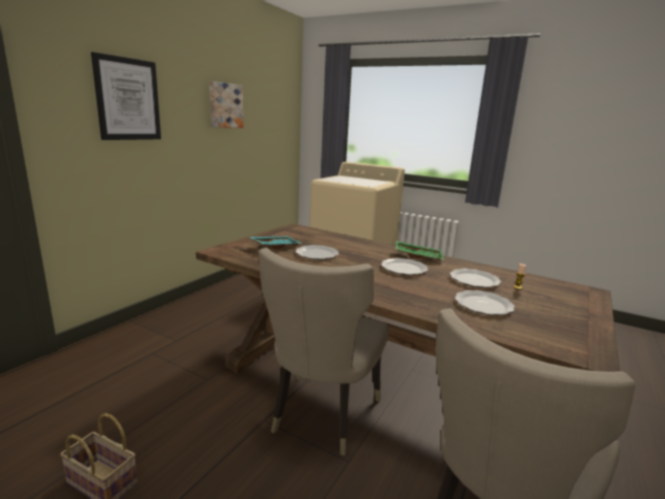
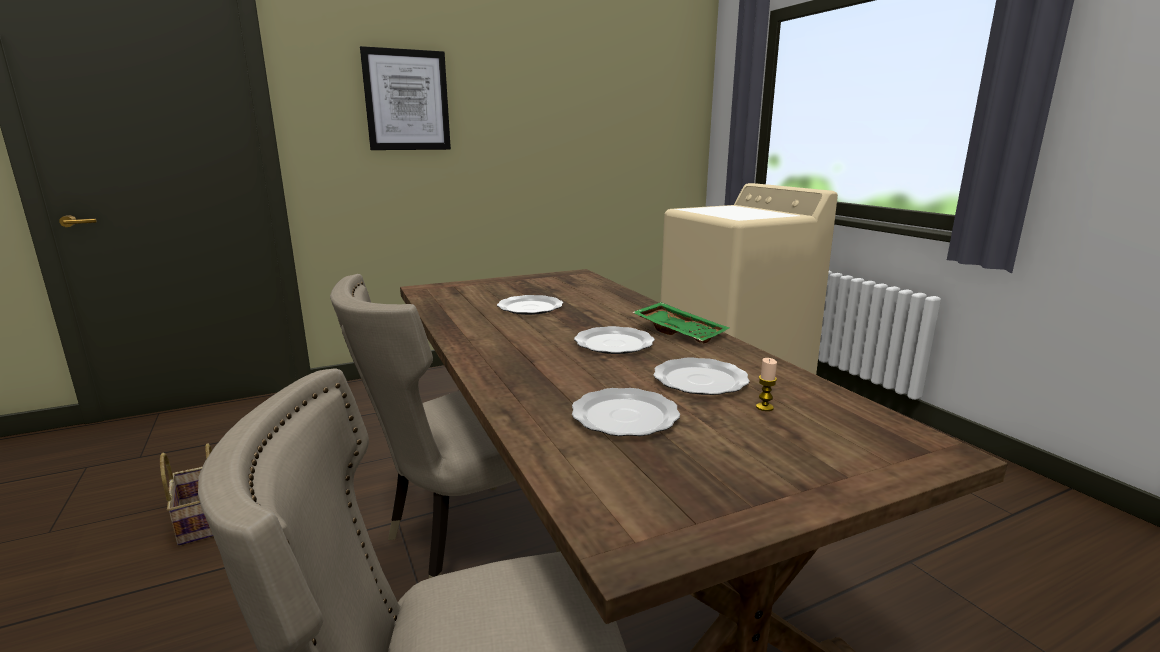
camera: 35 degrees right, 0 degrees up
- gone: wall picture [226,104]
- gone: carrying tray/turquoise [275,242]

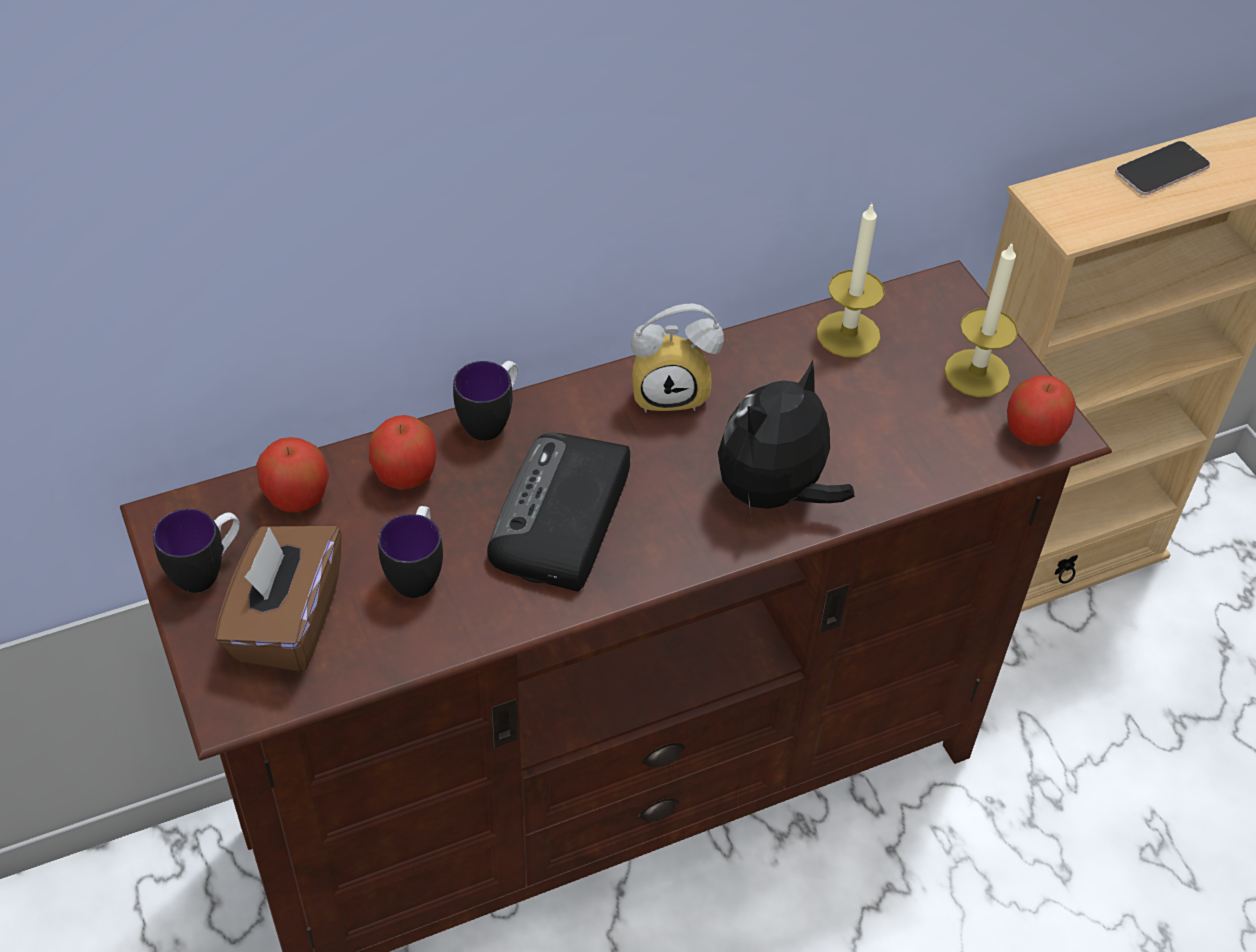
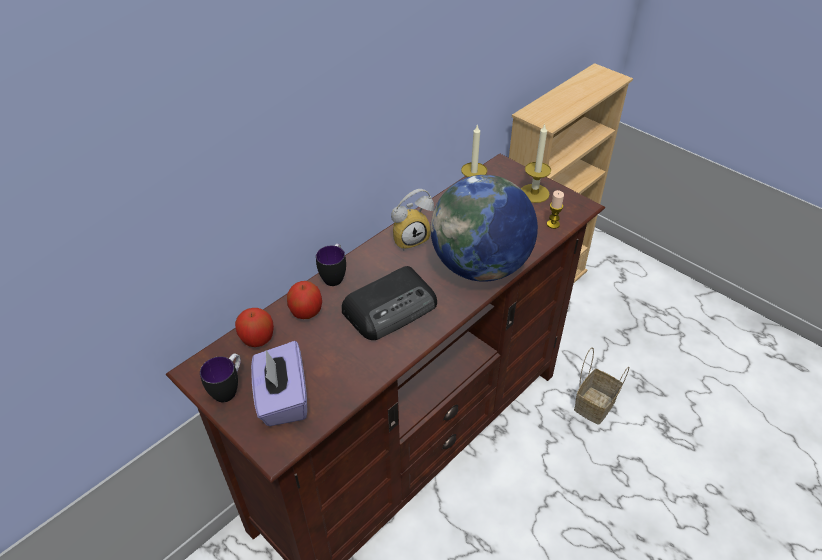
camera: 20 degrees left, 5 degrees down
- repainted: tissue holder/brown [278,599] to tissue holder/purple-coloured [279,383]
- rotated: radio receiver [558,512] = [389,303] 120 degrees counterclockwise
- swapped: plush toy [786,440] to world globe [484,228]
- new: wax light [555,209]
- new: household basket [601,386]
- gone: mug [410,552]
- gone: apple [1041,410]
- gone: handset [1162,168]

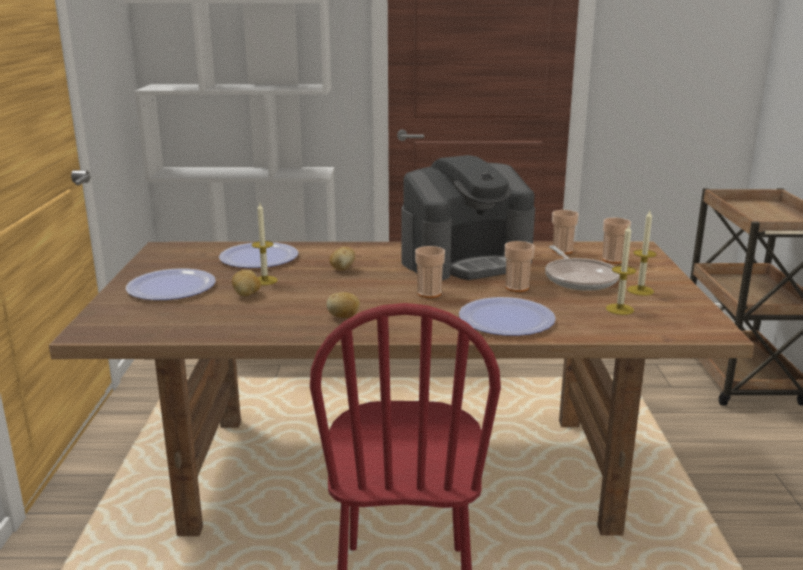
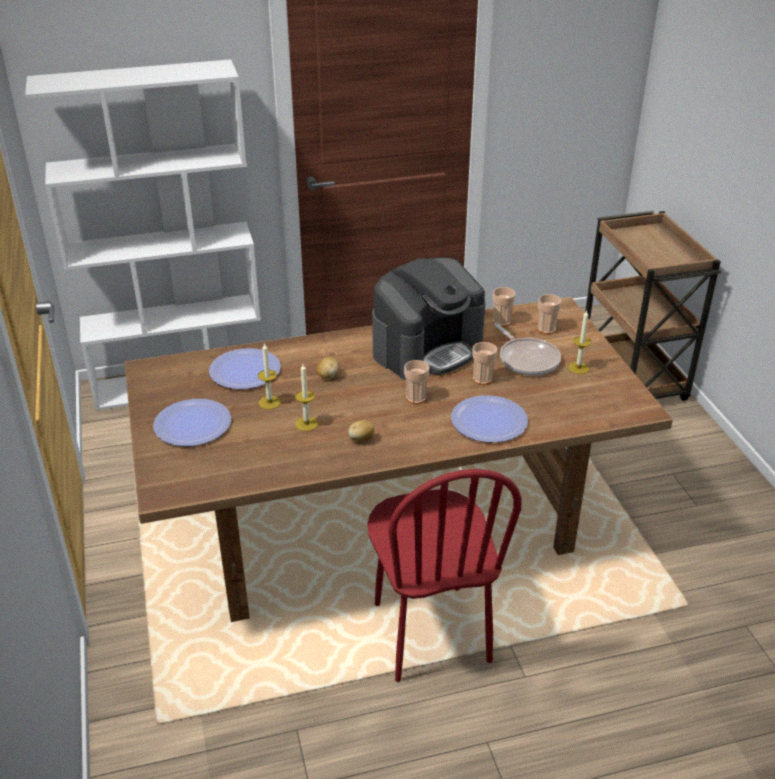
camera: 15 degrees left, 15 degrees up
- shifted: wax light [621,270] to [306,397]
- gone: whole potato [246,283]

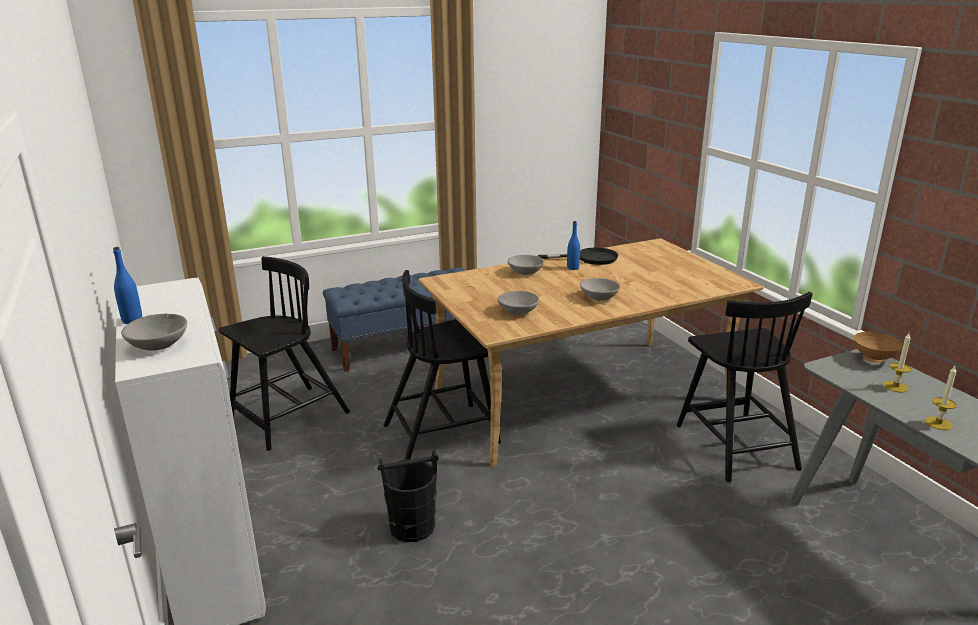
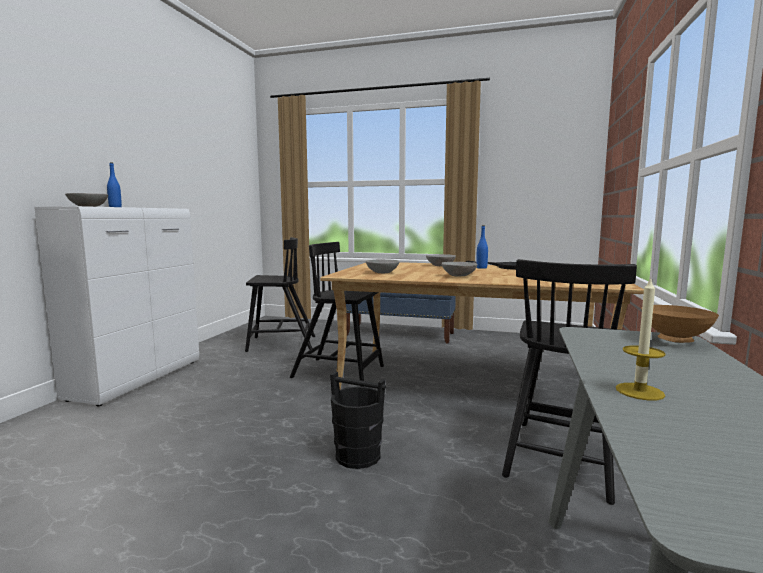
camera: 40 degrees right, 15 degrees down
- shifted: bucket/blackish [408,496] to [358,420]
- gone: wax light [897,362]

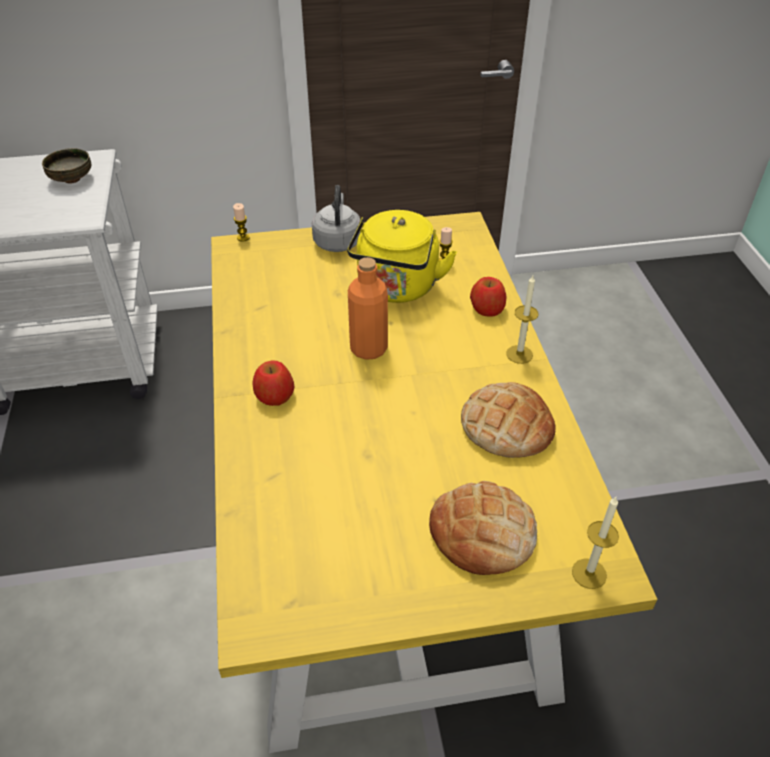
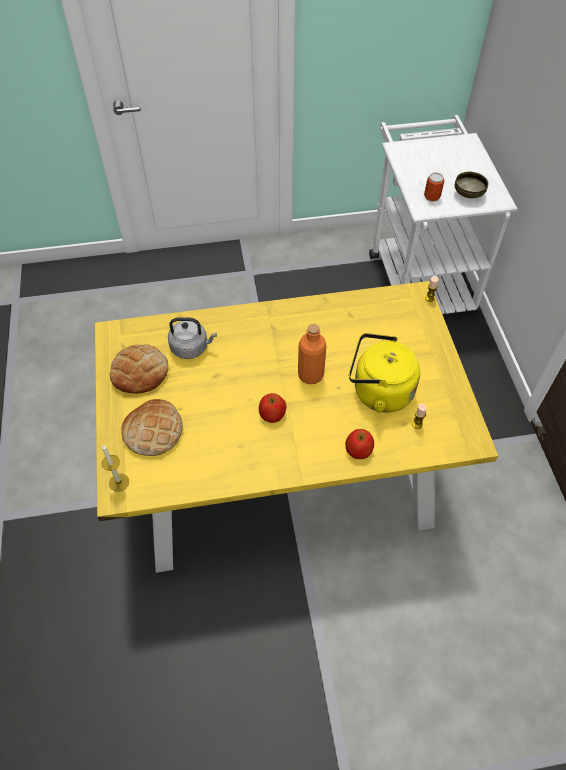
camera: 90 degrees right, 10 degrees up
- shifted: bread [508,420] to [139,369]
- shifted: water kettle/greyish [336,218] to [192,338]
- shifted: apple [273,383] to [272,408]
- new: can [434,187]
- gone: wax light [522,320]

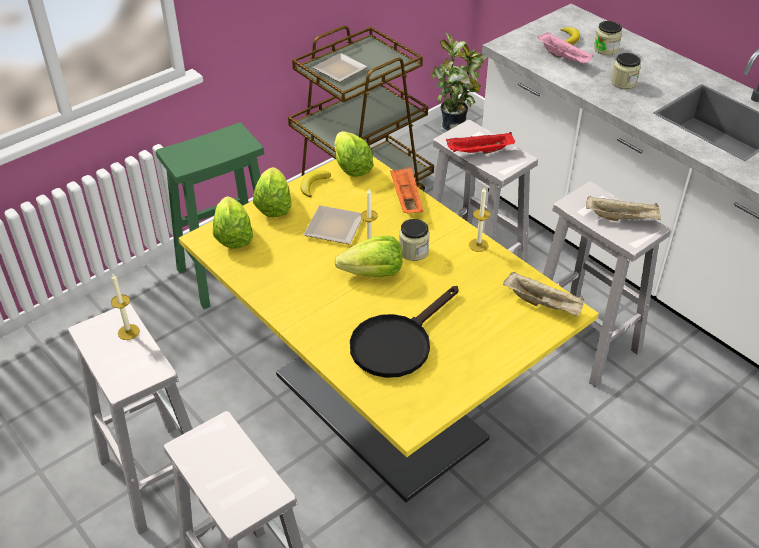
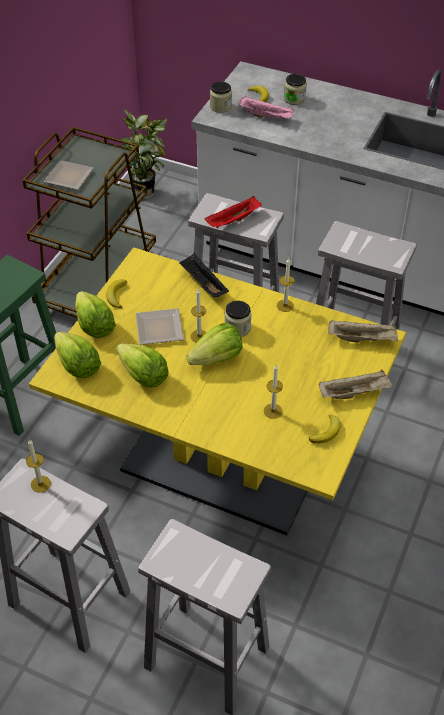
camera: 25 degrees left, 5 degrees up
- shifted: head of lettuce [354,154] to [142,365]
- repainted: carrying tray/orangey [406,190] to carrying tray/blackish [204,275]
- shifted: jar [626,71] to [221,97]
- swapped: skillet/blackish [404,332] to wax light [273,392]
- new: whole banana [325,429]
- shifted: carrying tray/beige-coloured [623,208] to [356,384]

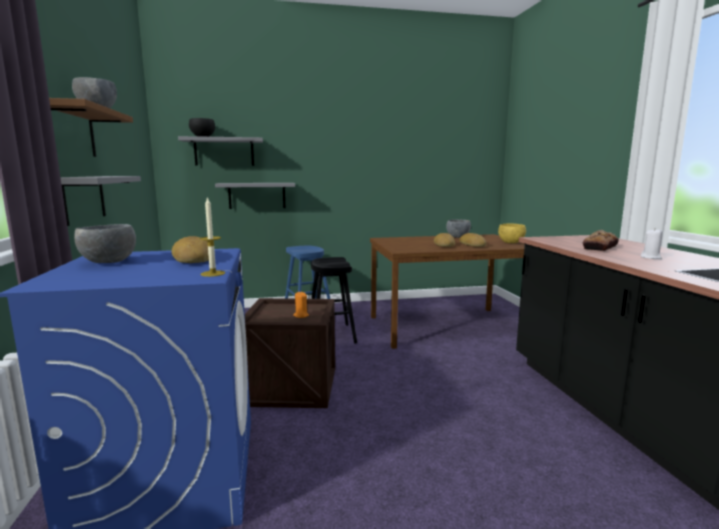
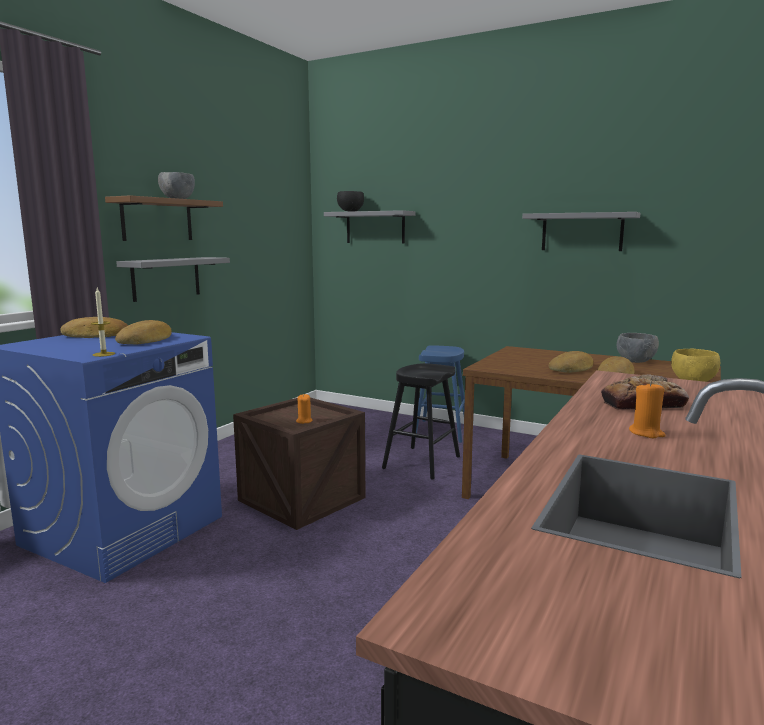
camera: 40 degrees right, 0 degrees up
- swapped: deep dish/greyish [105,243] to bread [94,327]
- shifted: shelf/greyish [255,196] to [581,231]
- repainted: wax light/white [652,244] to wax light/orangey [647,409]

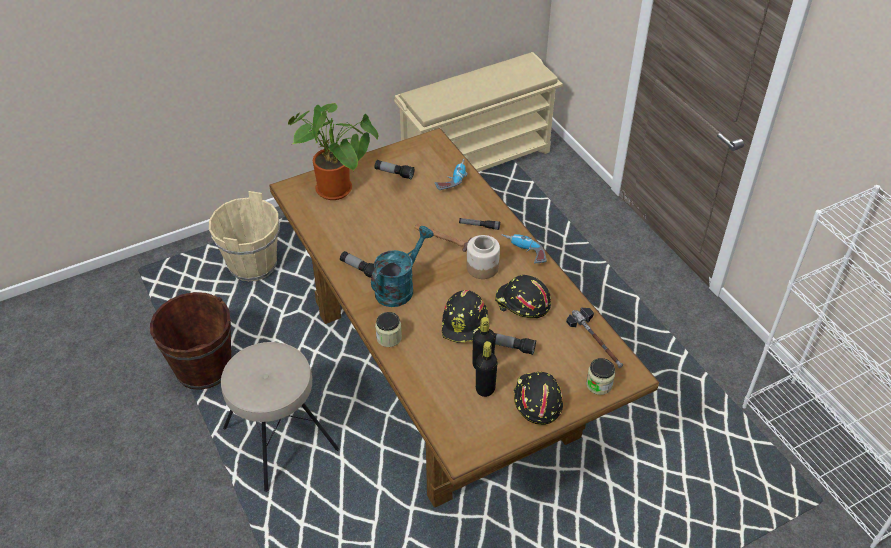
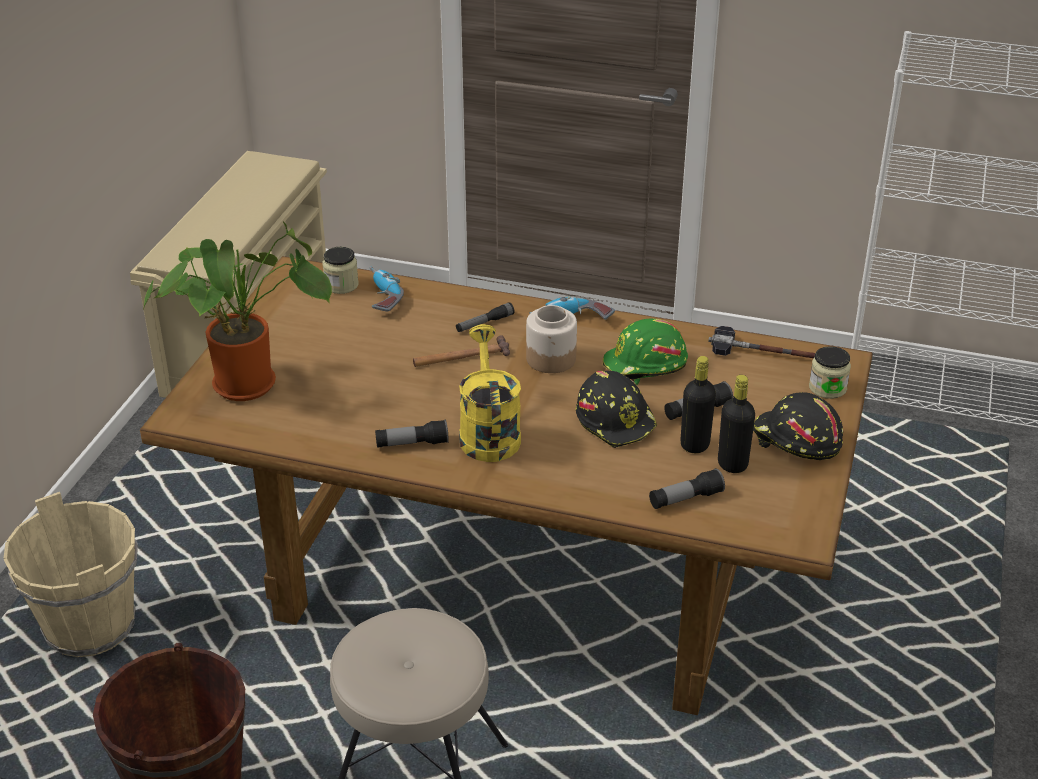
camera: 45 degrees left, 10 degrees down
- shifted: jar [388,329] to [341,270]
- repainted: watering can/turquoise [402,266] to watering can/yellow-coloured [490,393]
- repainted: work helmet/blackish [523,296] to work helmet/green-coloured [645,352]
- shifted: flashlight [394,170] to [687,488]

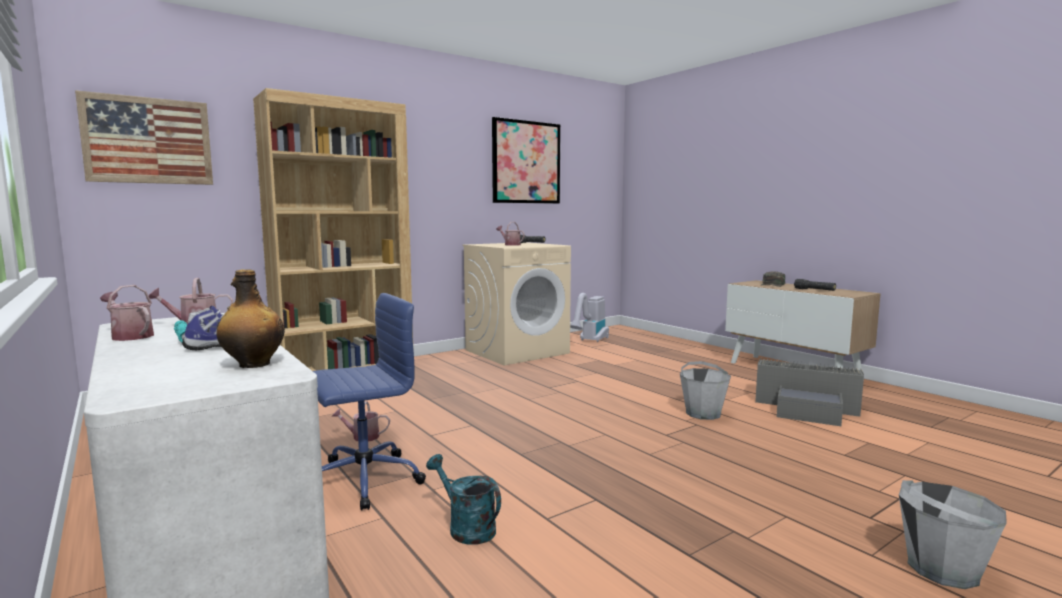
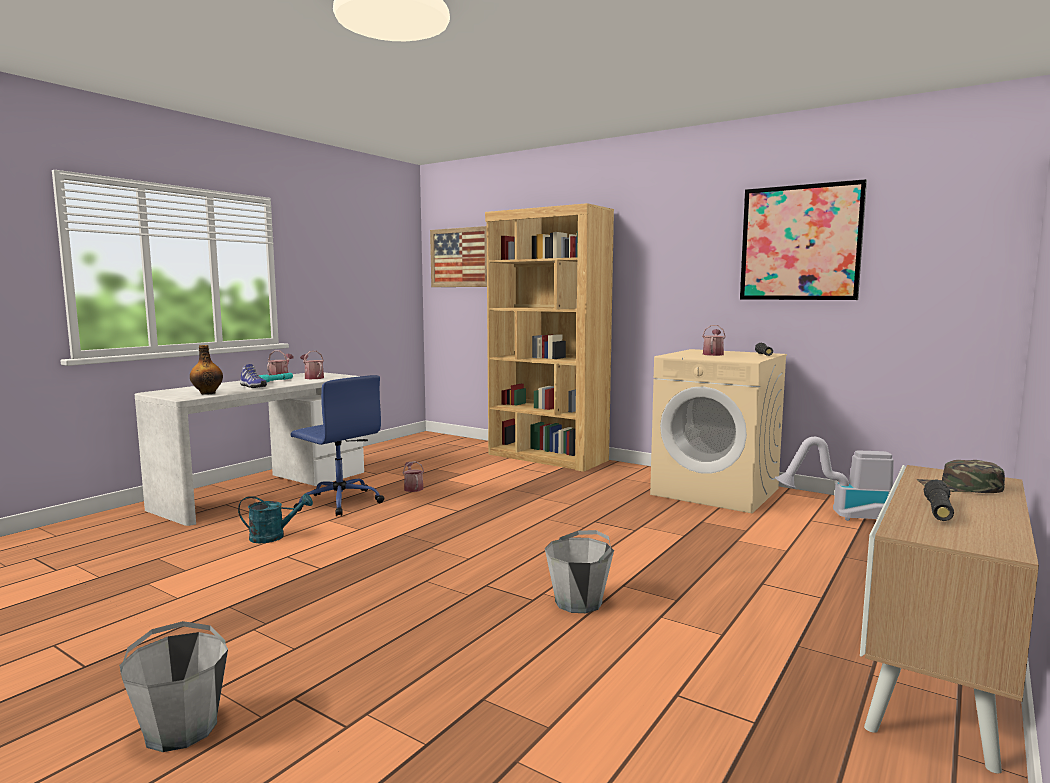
camera: 70 degrees right, 0 degrees up
- rotated: watering can/turquoise [463,499] = [275,518] 60 degrees clockwise
- gone: storage bin/greyish [809,392]

